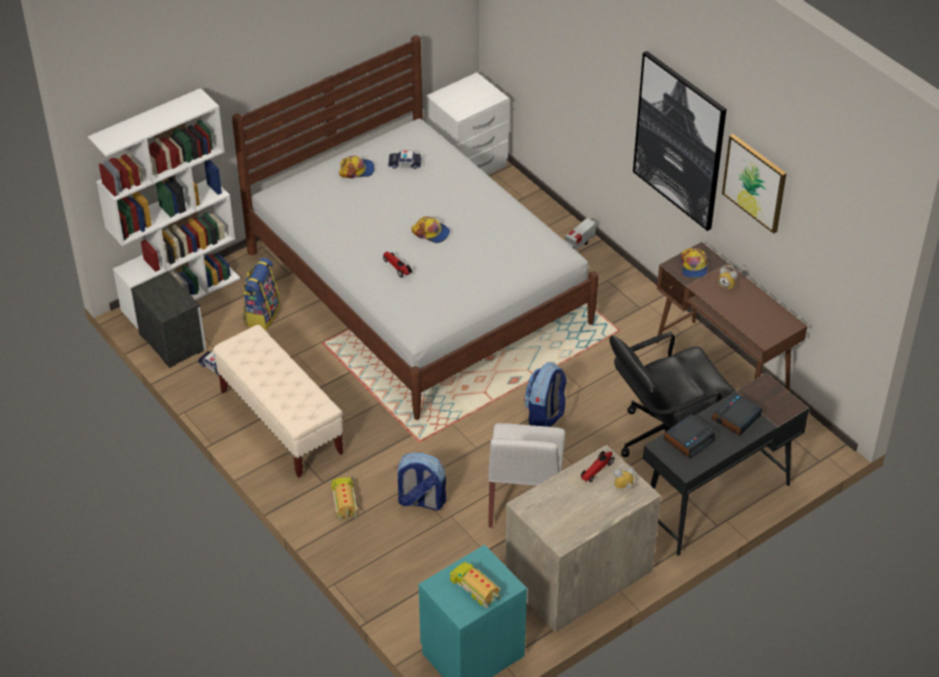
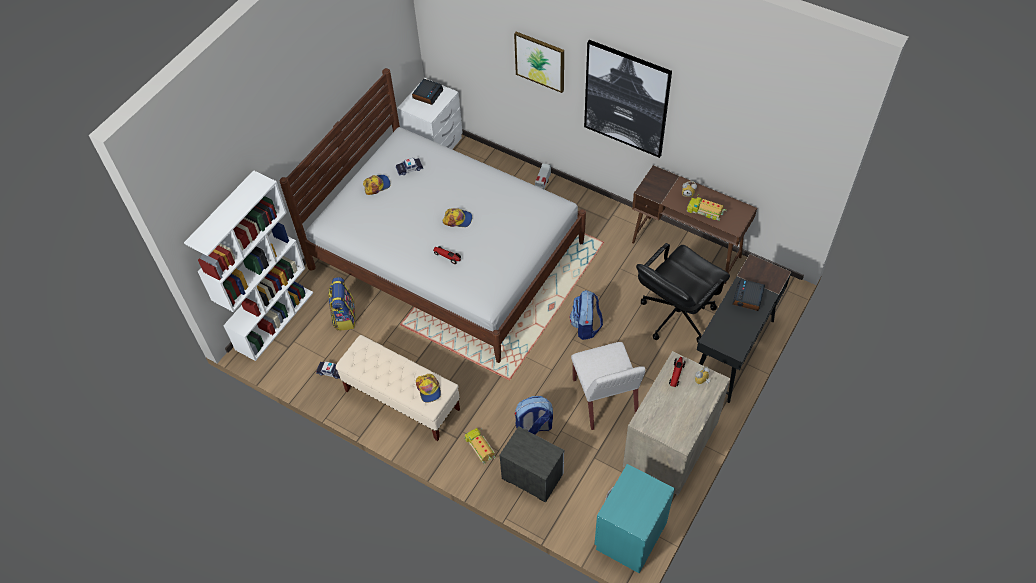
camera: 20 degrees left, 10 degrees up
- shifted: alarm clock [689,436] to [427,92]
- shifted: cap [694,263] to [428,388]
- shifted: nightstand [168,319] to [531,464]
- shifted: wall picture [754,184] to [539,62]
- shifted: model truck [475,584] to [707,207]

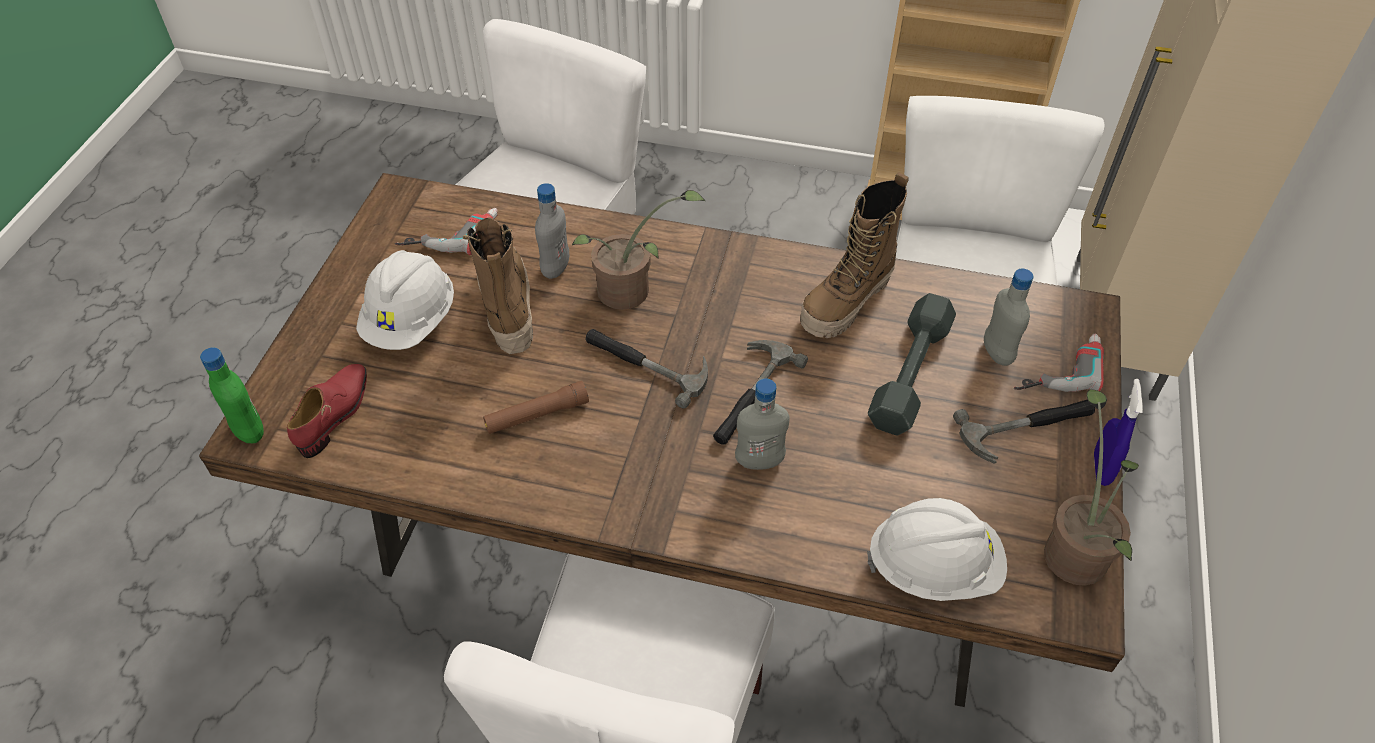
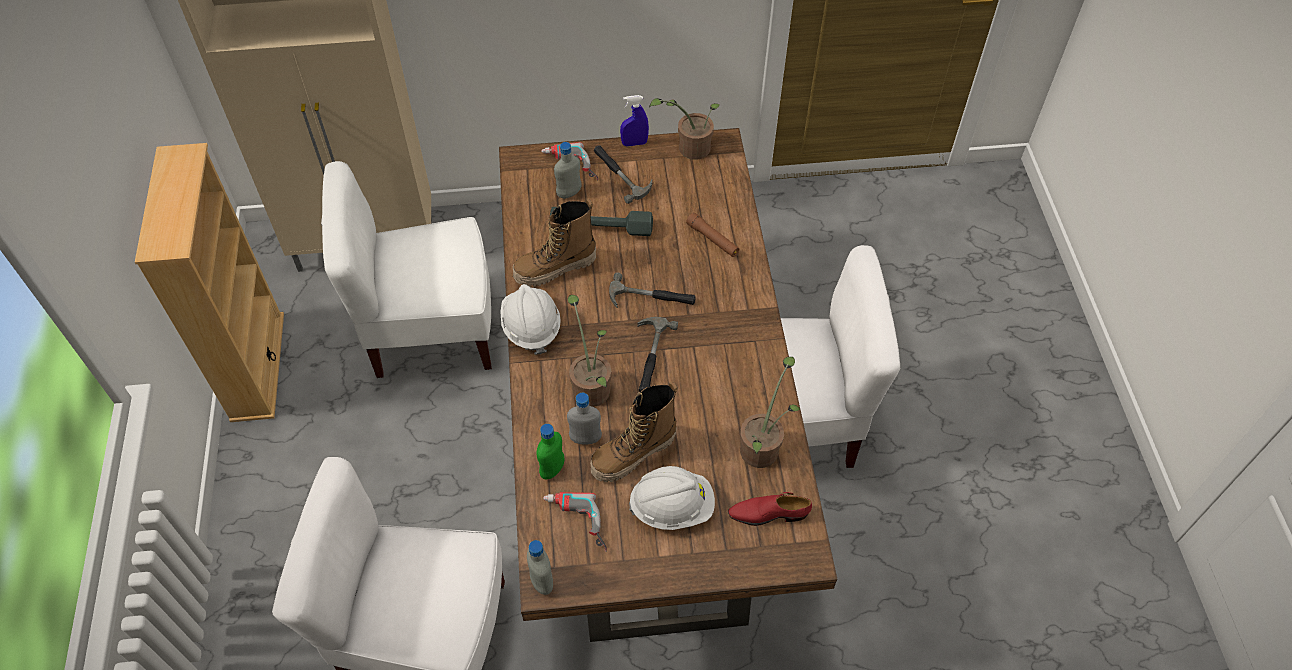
camera: 110 degrees left, 5 degrees up
- shifted: work helmet/white [937,549] to [530,319]
- rotated: tall boot [854,255] = [554,243] 135 degrees clockwise
- shifted: drink bottle/greyish [762,424] to [540,567]
- shifted: drink bottle/green-coloured [232,395] to [550,451]
- shifted: flashlight/brown [536,407] to [712,235]
- new: plant in a pot [770,412]

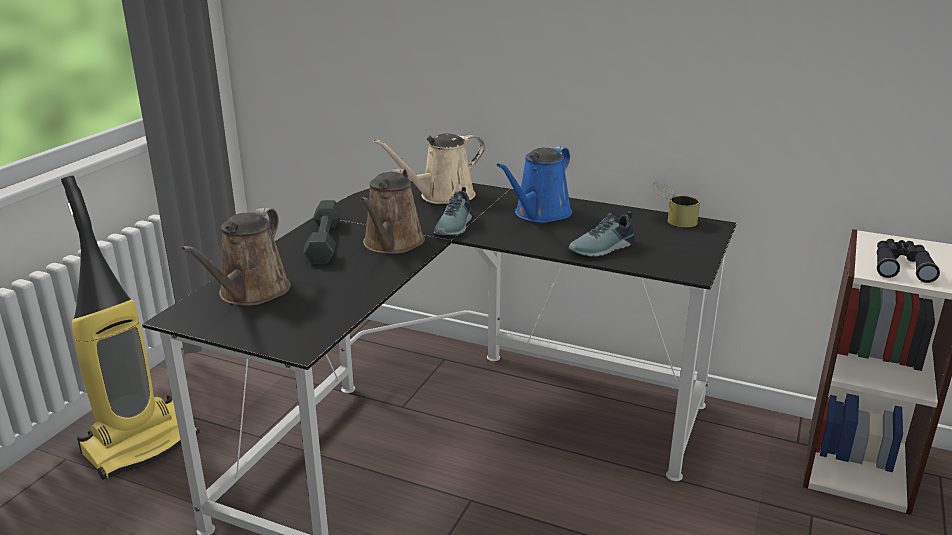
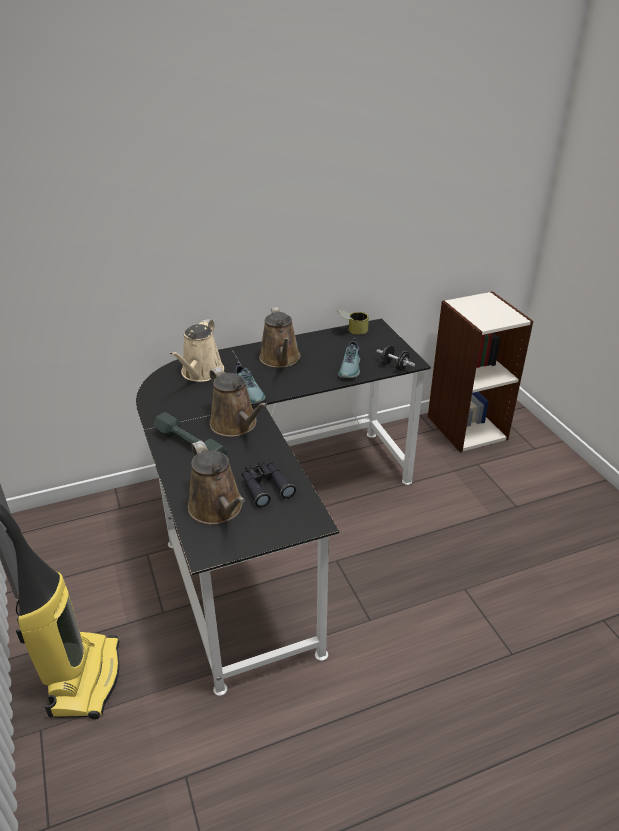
camera: 45 degrees left, 10 degrees up
- shifted: pair of binoculars/blackish [908,261] to [269,484]
- repainted: watering can/blue-coloured [534,184] to watering can/brown [280,337]
- new: free weight/blackish [395,358]

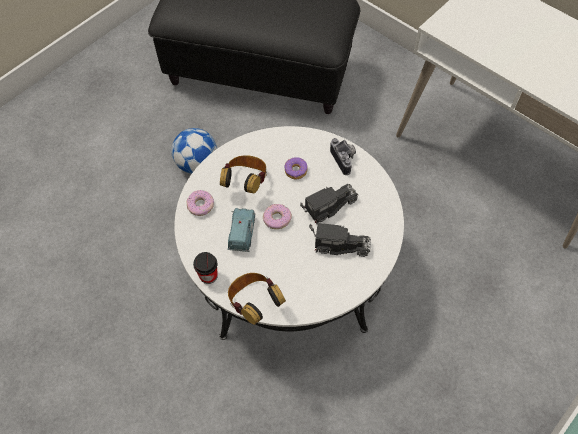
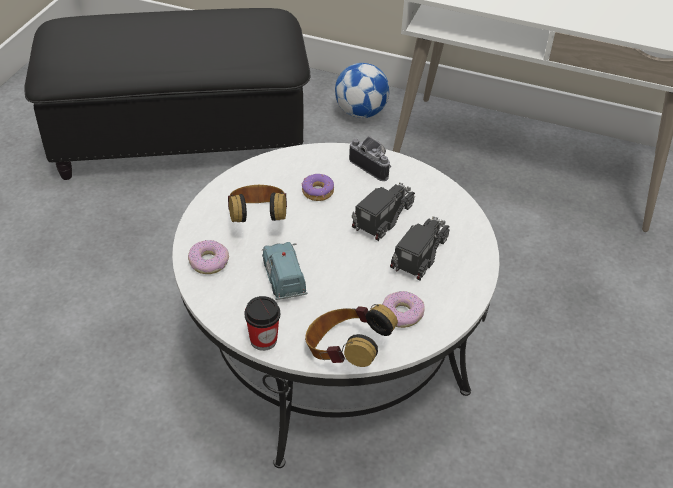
camera: 25 degrees left, 15 degrees down
- shifted: football [194,151] to [362,90]
- shifted: ring doughnut [277,216] to [403,309]
- rotated: model truck [340,240] = [420,248] 45 degrees counterclockwise

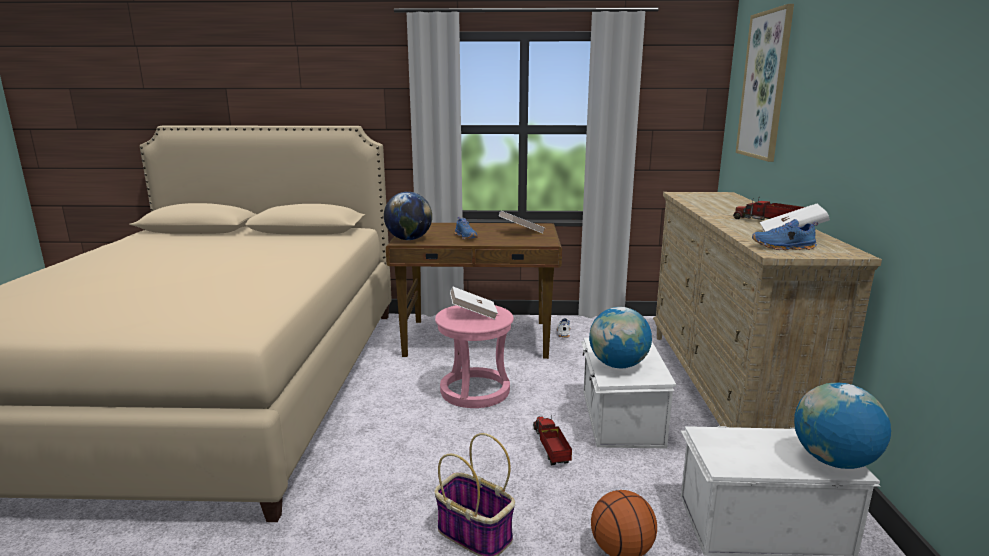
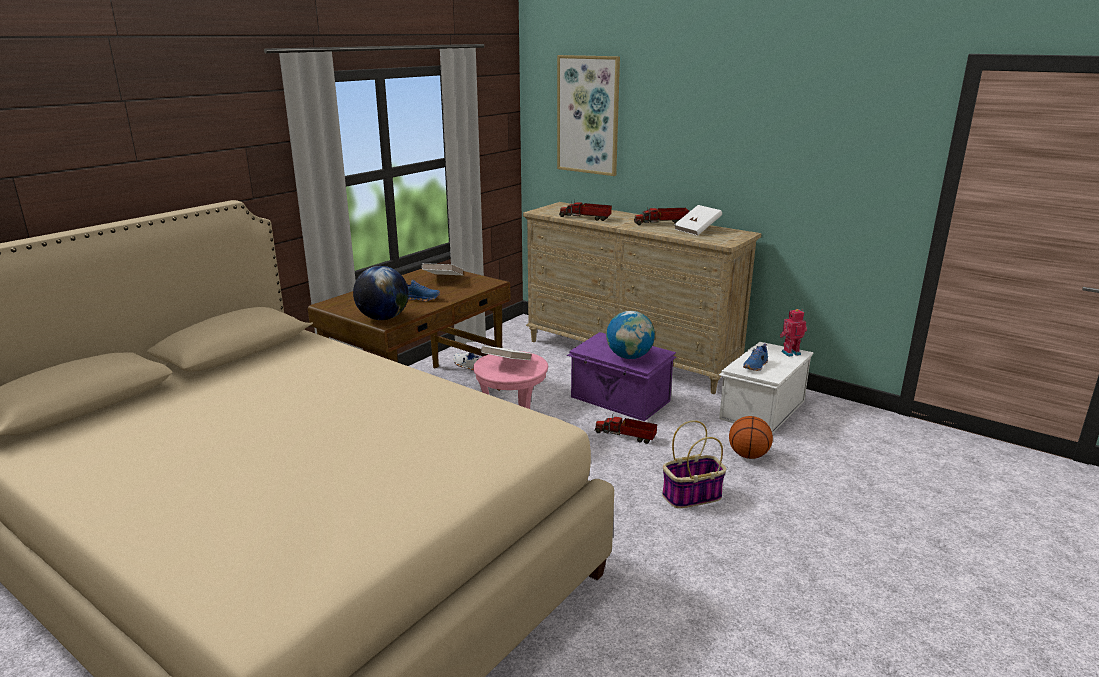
camera: 55 degrees left, 5 degrees up
- new: model truck [585,210]
- repainted: storage bin/white [628,393] to storage bin/purple-coloured [621,376]
- shifted: low shoe/blue-coloured [785,234] to [755,357]
- swapped: world globe [842,426] to model robot [793,333]

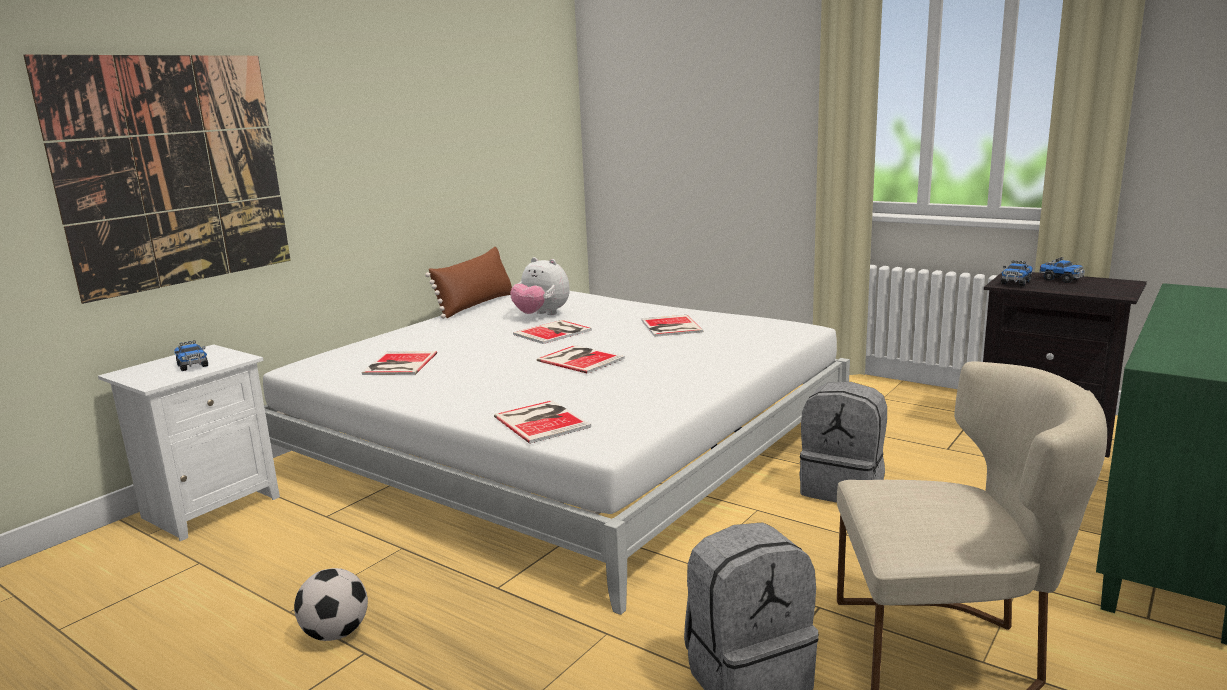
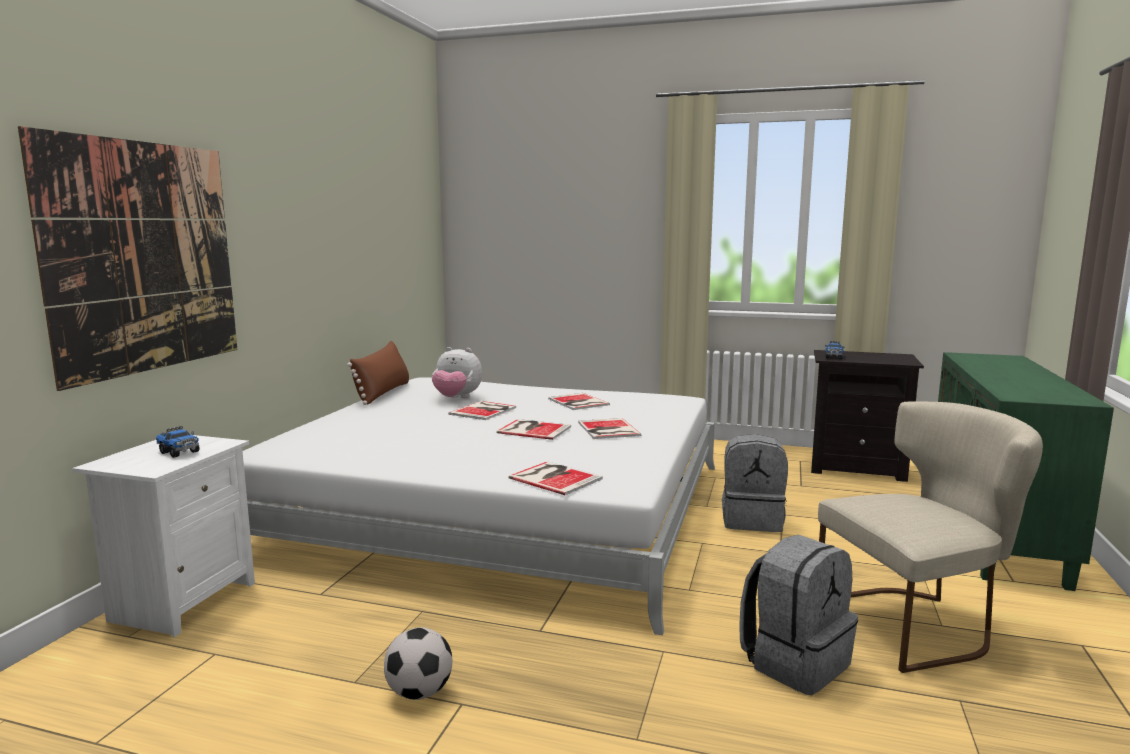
camera: 20 degrees left, 5 degrees down
- shifted: bound book [399,363] to [609,428]
- gone: model truck [1062,270]

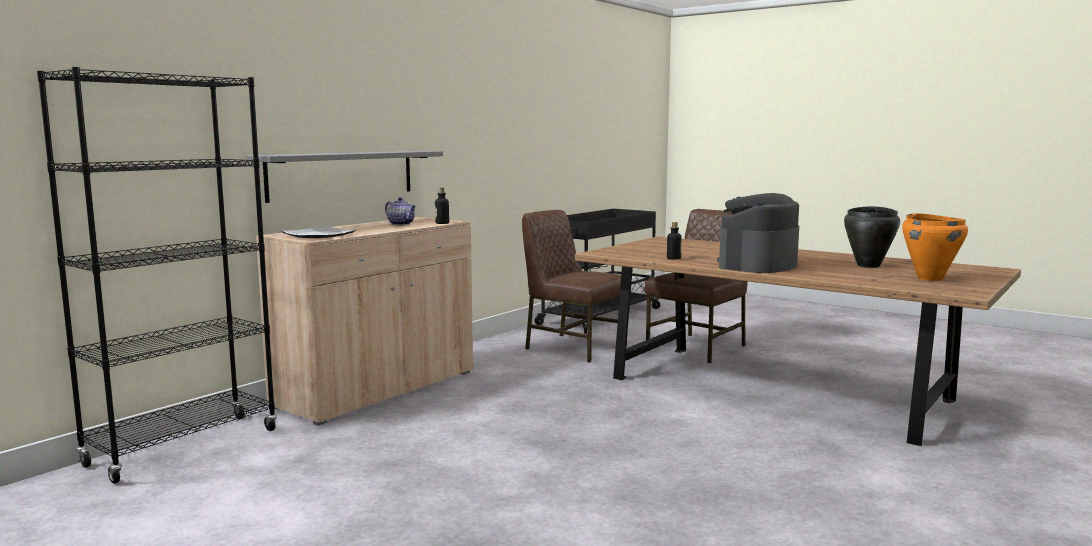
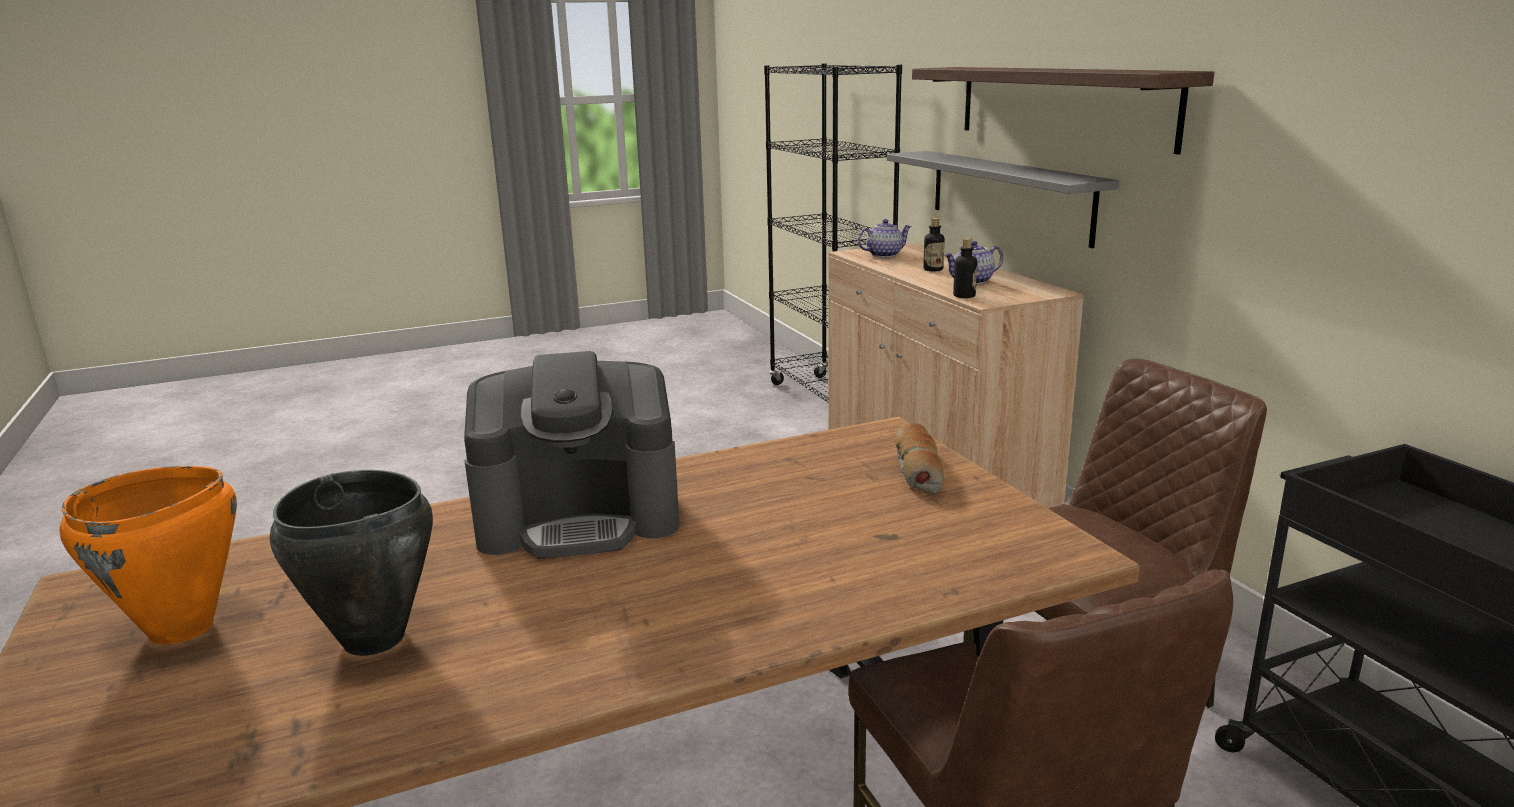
camera: 120 degrees right, 10 degrees up
- rotated: coffee brewer [758,233] = [571,455] 105 degrees clockwise
- swapped: dinner plate [318,232] to teapot [885,238]
- new: bread [919,458]
- new: shelf [1063,111]
- shifted: drink bottle [674,241] to [934,244]

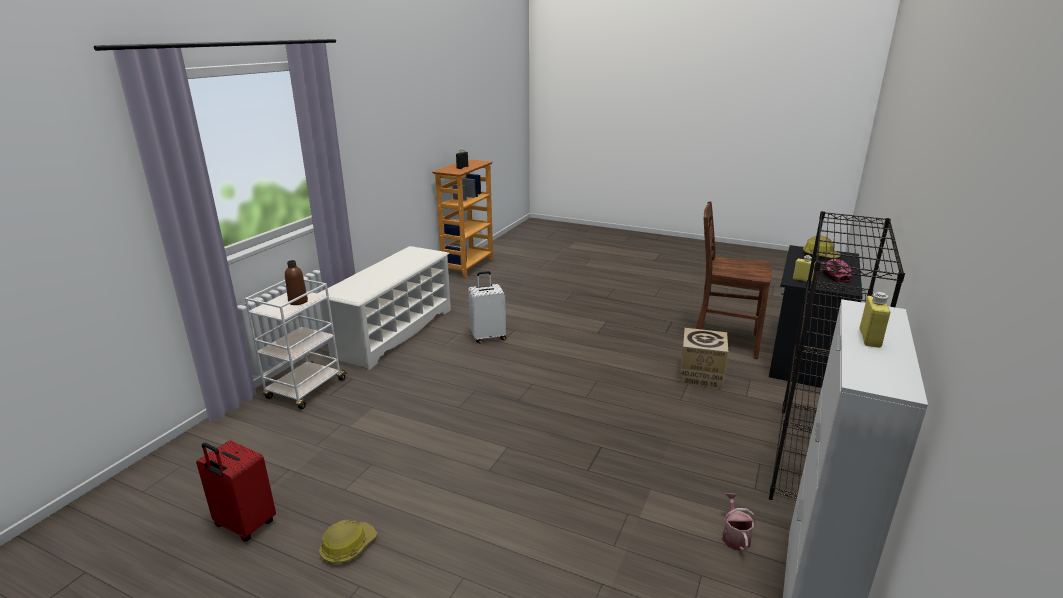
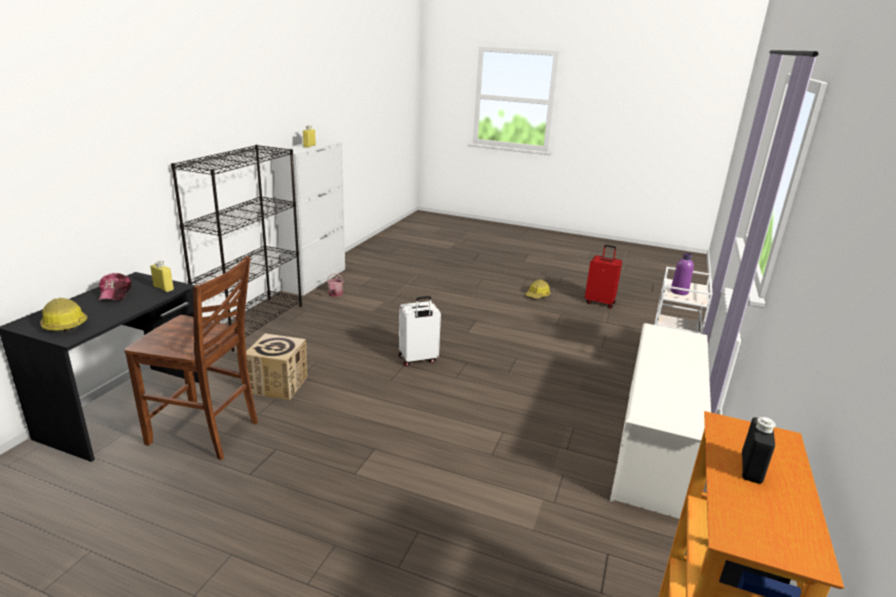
camera: 175 degrees right, 0 degrees up
- shifted: travel case/white [487,307] to [420,331]
- repainted: drink bottle/brown [296,282] to drink bottle/purple-coloured [682,274]

